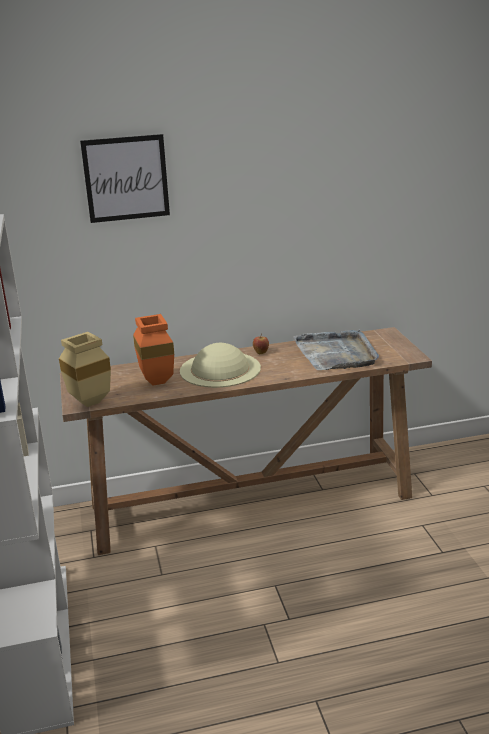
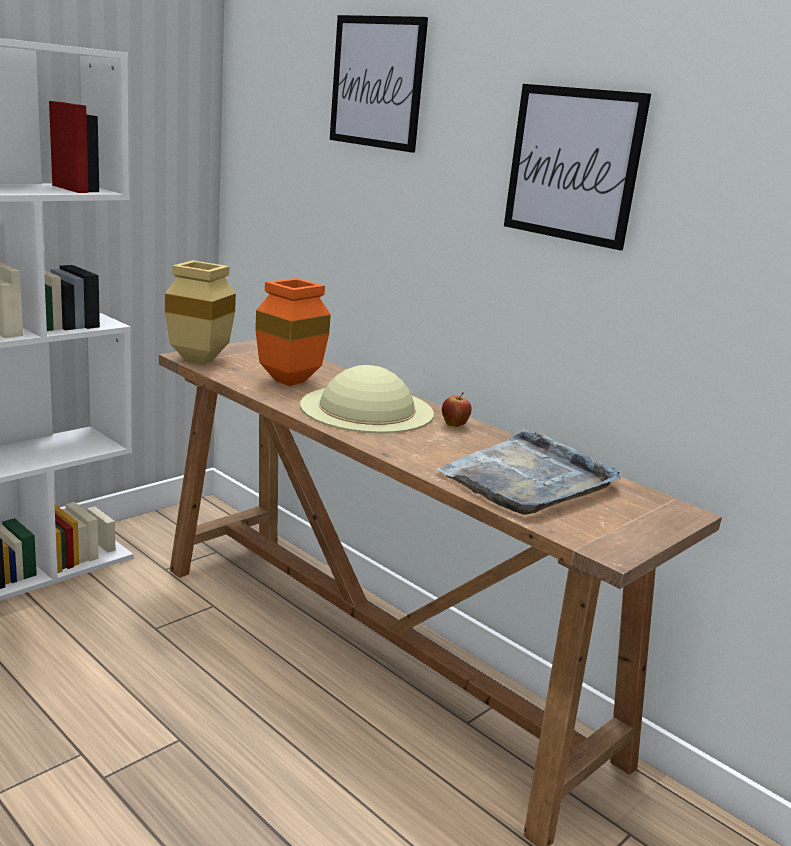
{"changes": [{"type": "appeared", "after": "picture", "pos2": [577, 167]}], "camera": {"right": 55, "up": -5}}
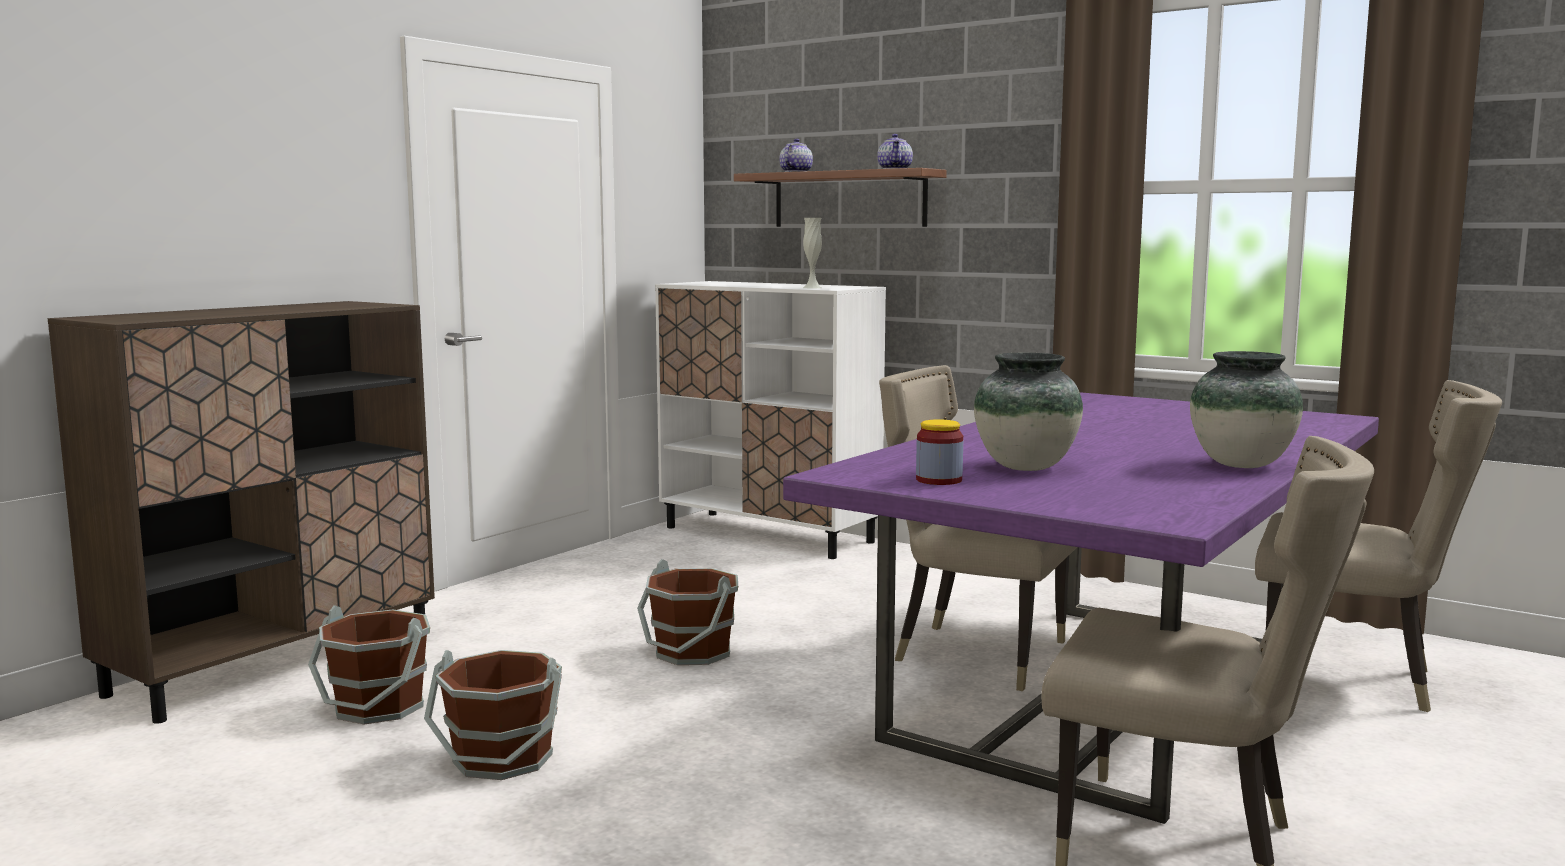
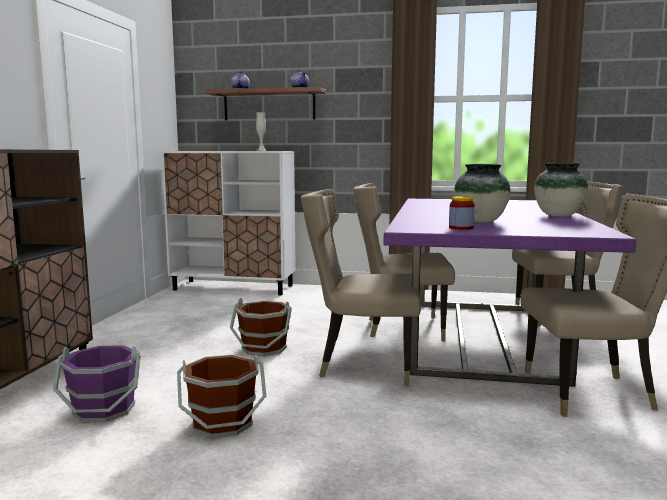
{"changes": [{"type": "appeared", "after": "chair (beige)", "pos2": [361, 287]}, {"type": "colour", "before": "bucket (brown)", "after": "bucket (purple)", "pos1": [369, 664], "pos2": [97, 383]}], "camera": {"right": -25, "up": 0}}
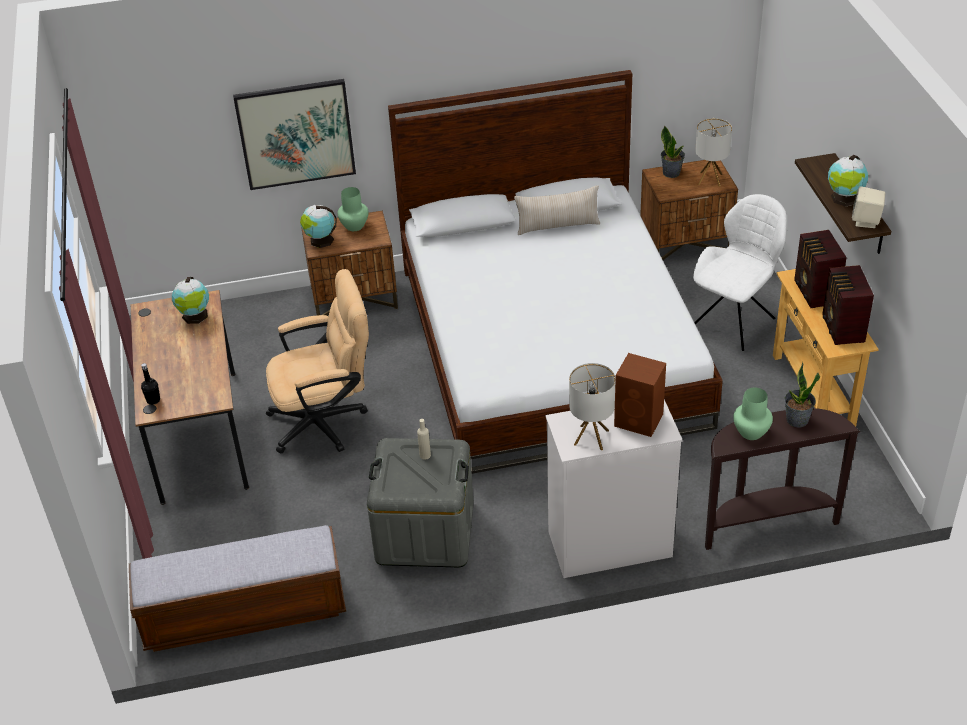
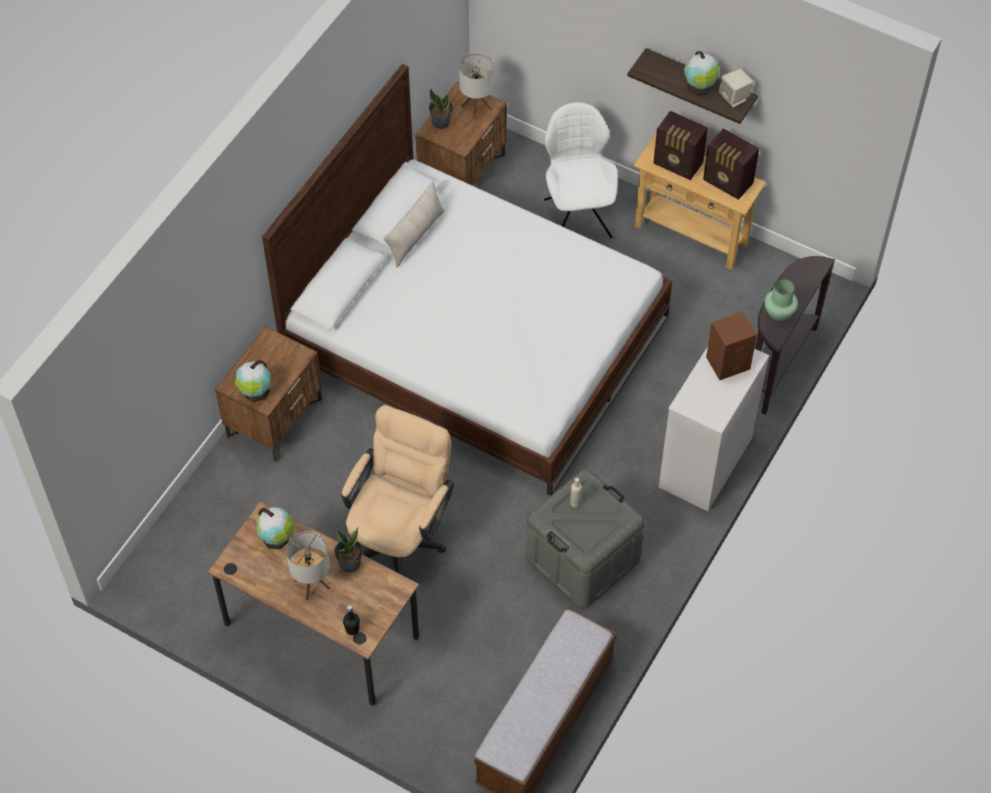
{"changes": [{"type": "missing", "before": "picture", "pos1": [294, 134]}, {"type": "missing", "before": "vase (green)", "pos1": [353, 209]}, {"type": "relocated", "before": "table lamp", "pos1": [592, 406], "pos2": [308, 565]}, {"type": "relocated", "before": "potted plant", "pos1": [802, 395], "pos2": [348, 549]}], "camera": {"right": -50, "up": 15}}
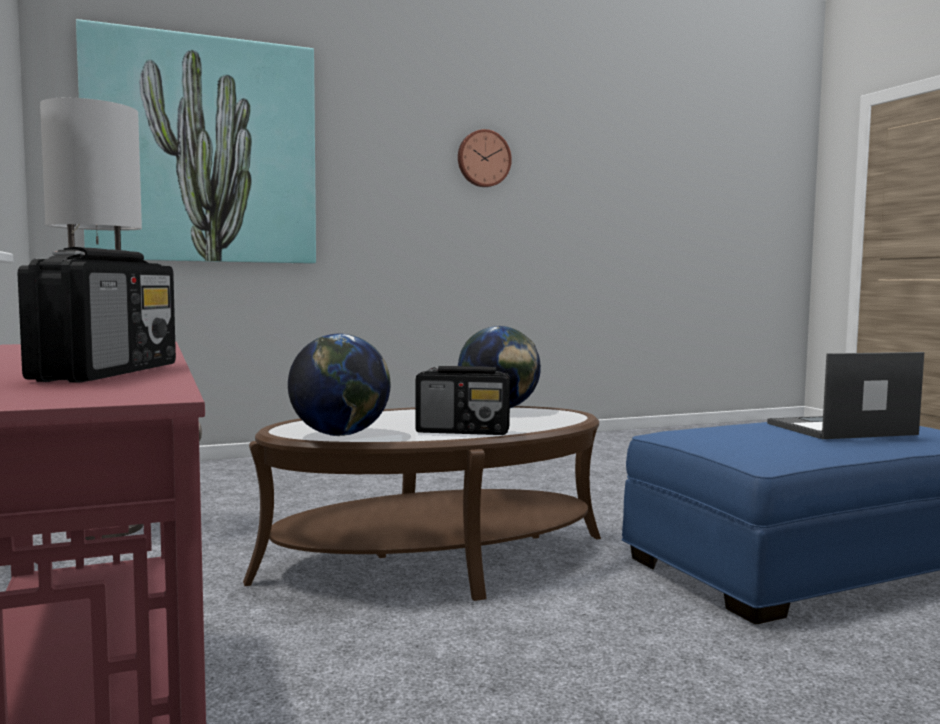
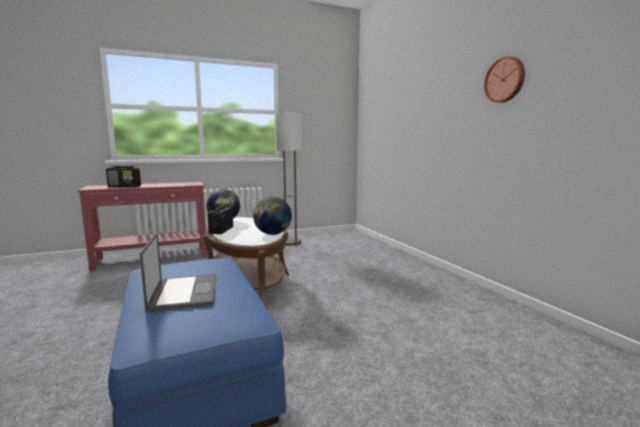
{"changes": [{"type": "missing", "before": "picture", "pos1": [196, 141]}], "camera": {"right": 90, "up": 5}}
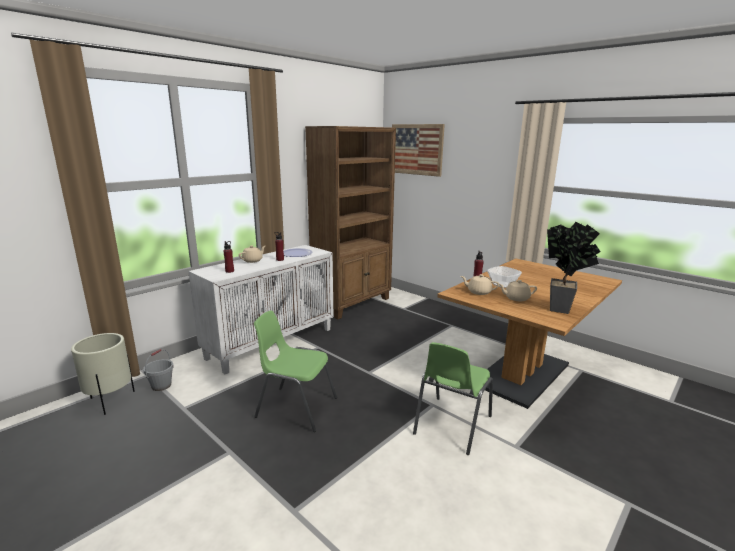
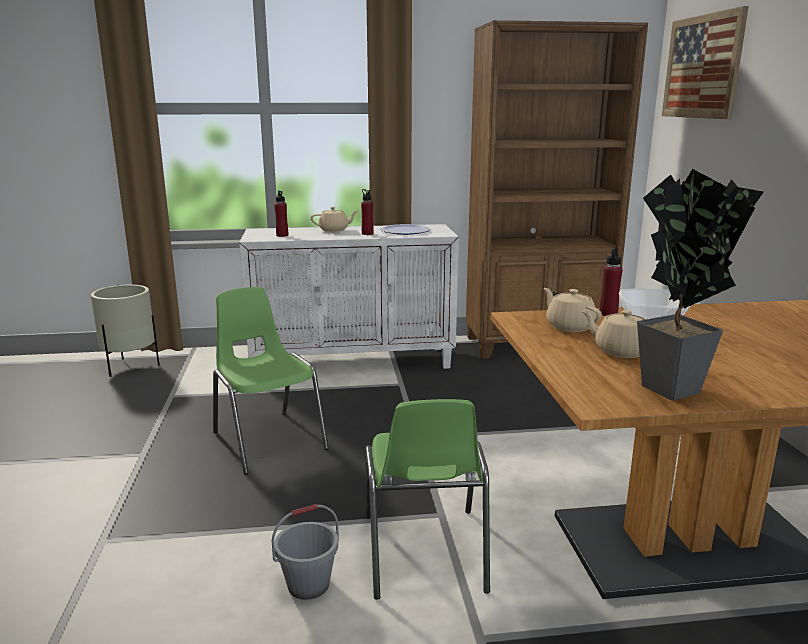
{"changes": [{"type": "relocated", "before": "bucket (grey)", "pos1": [158, 370], "pos2": [305, 552]}, {"type": "spun", "before": "chair (green)", "pos1": [453, 398], "pos2": [427, 499], "turn": -75}], "camera": {"right": 40, "up": 0}}
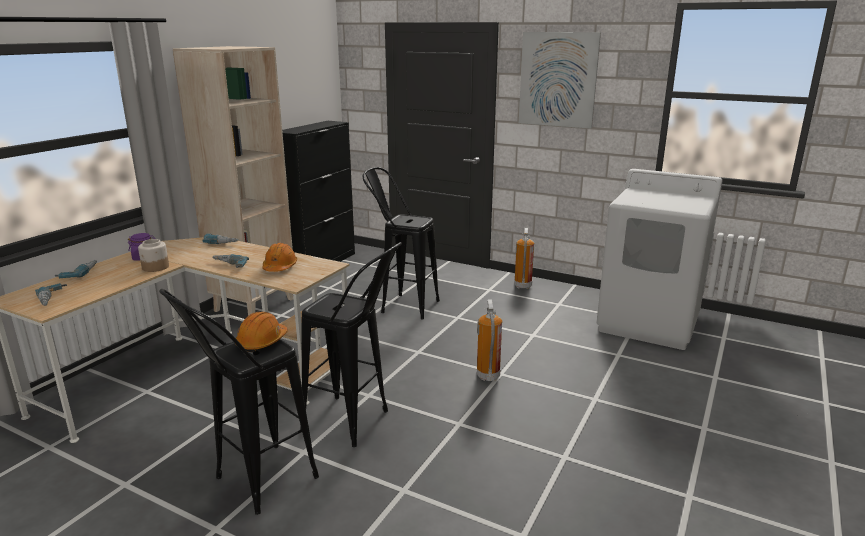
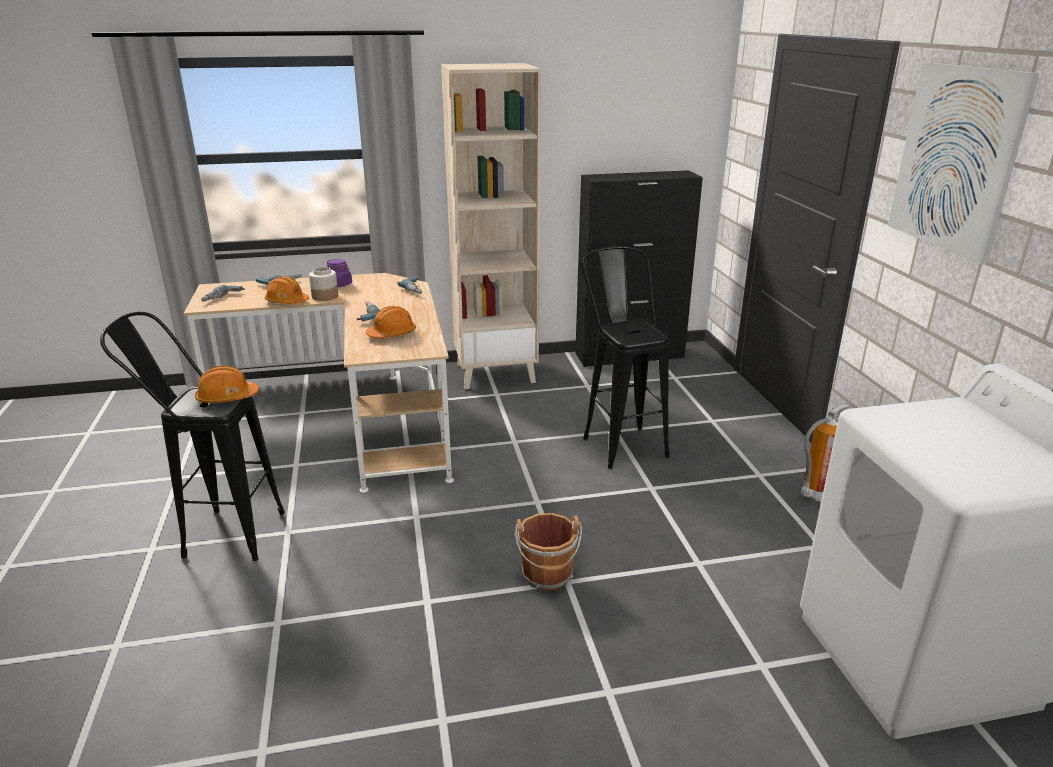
{"changes": [{"type": "missing", "before": "stool (black)", "pos1": [351, 344]}, {"type": "appeared", "after": "hard hat (orange)", "pos2": [287, 290]}, {"type": "exchanged", "before": "fire extinguisher", "after": "bucket (brown)", "pos1": [489, 340], "pos2": [548, 552]}], "camera": {"right": 50, "up": 5}}
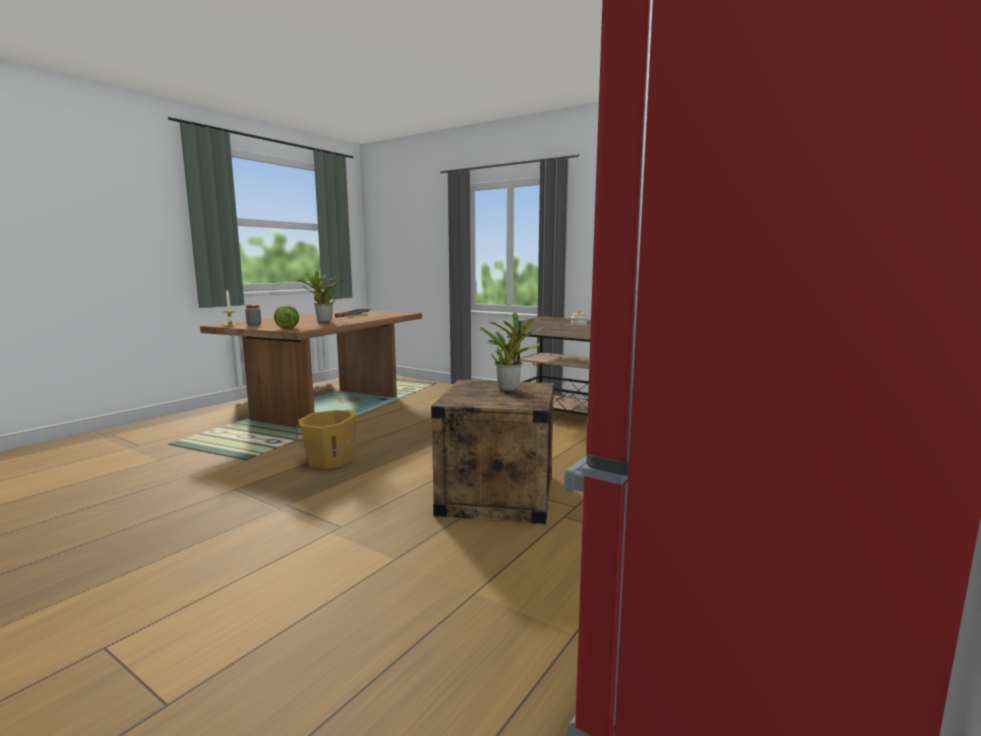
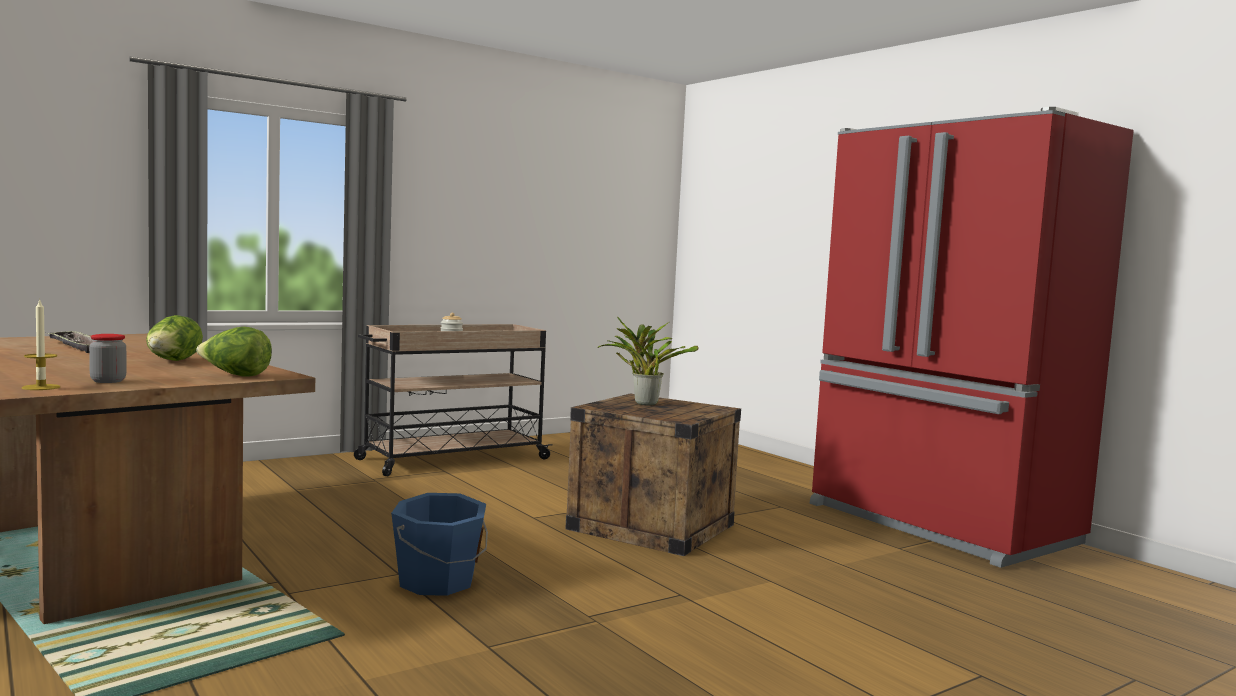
{"changes": [{"type": "exchanged", "before": "potted plant", "after": "lettuce", "pos1": [319, 297], "pos2": [174, 338]}, {"type": "colour", "before": "bucket (orange)", "after": "bucket (blue)", "pos1": [326, 439], "pos2": [439, 544]}], "camera": {"right": -70, "up": -5}}
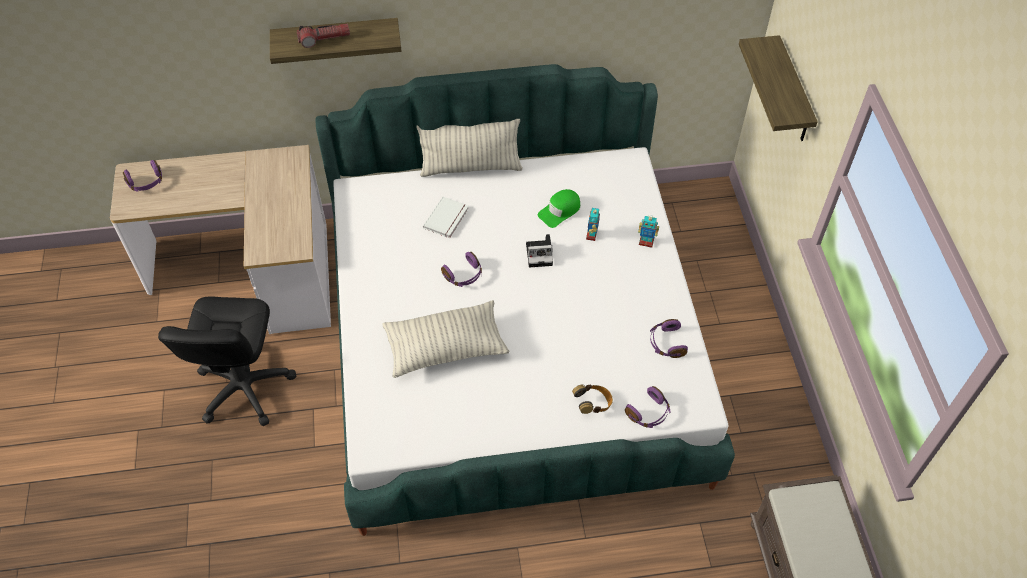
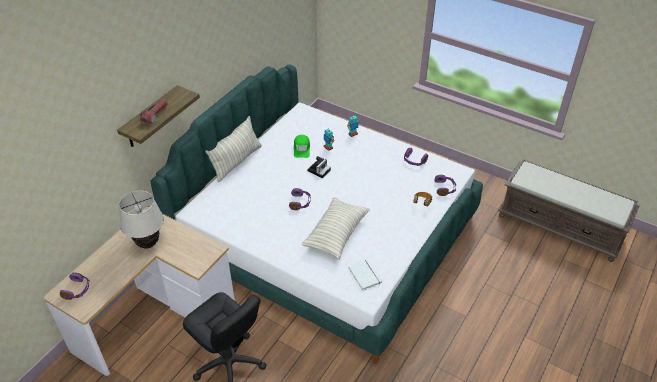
{"changes": [{"type": "missing", "before": "shelf", "pos1": [778, 88]}, {"type": "appeared", "after": "table lamp (beige)", "pos2": [141, 219]}, {"type": "relocated", "before": "book (white)", "pos1": [446, 217], "pos2": [365, 275]}], "camera": {"right": -50, "up": -10}}
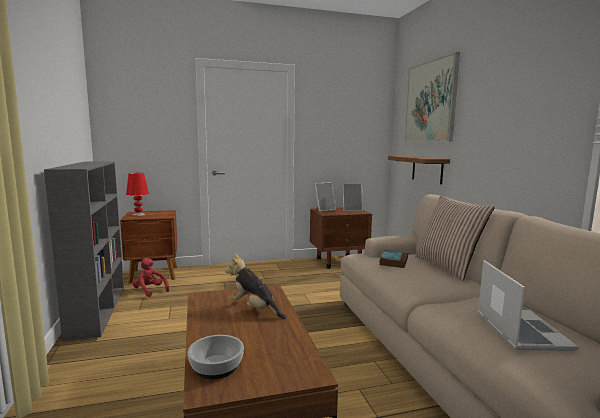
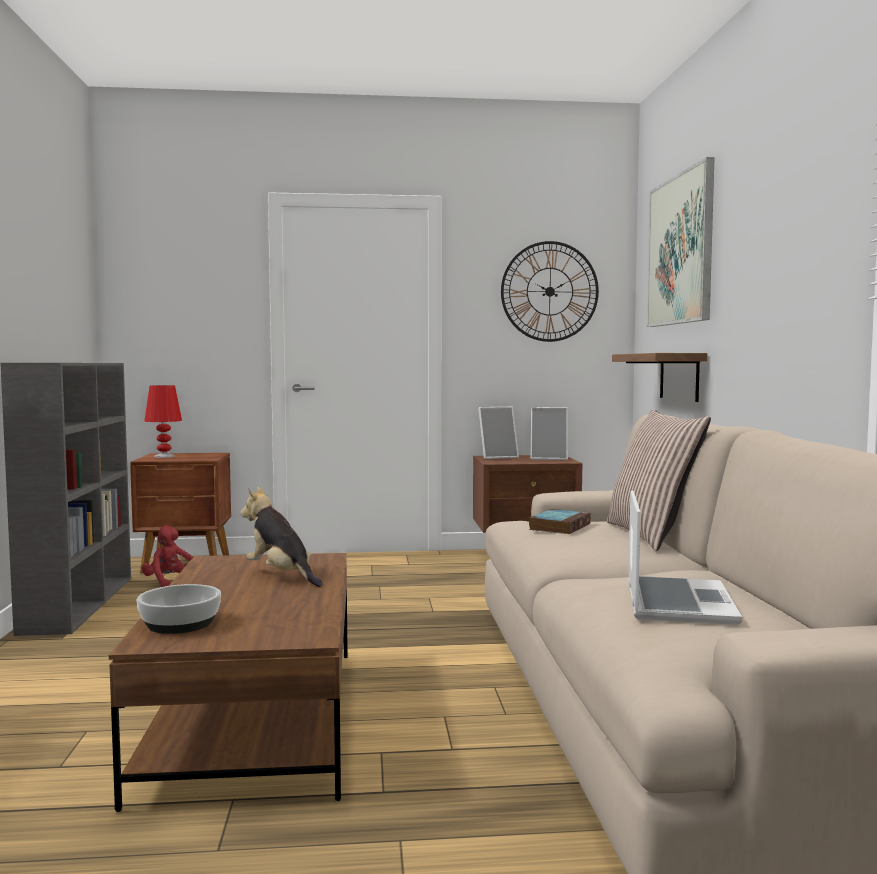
{"changes": [{"type": "appeared", "after": "wall clock", "pos2": [550, 291]}], "camera": {"right": 10, "up": -5}}
